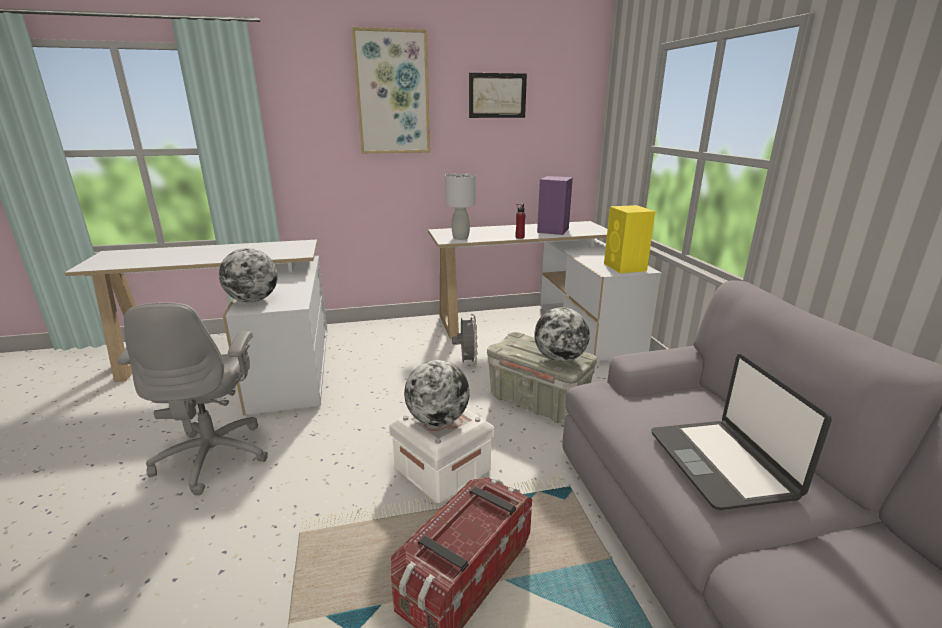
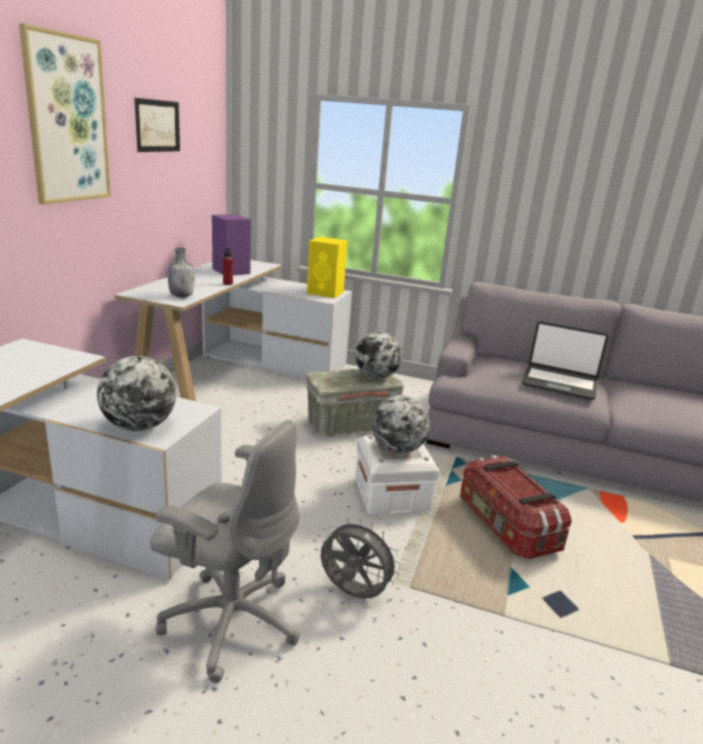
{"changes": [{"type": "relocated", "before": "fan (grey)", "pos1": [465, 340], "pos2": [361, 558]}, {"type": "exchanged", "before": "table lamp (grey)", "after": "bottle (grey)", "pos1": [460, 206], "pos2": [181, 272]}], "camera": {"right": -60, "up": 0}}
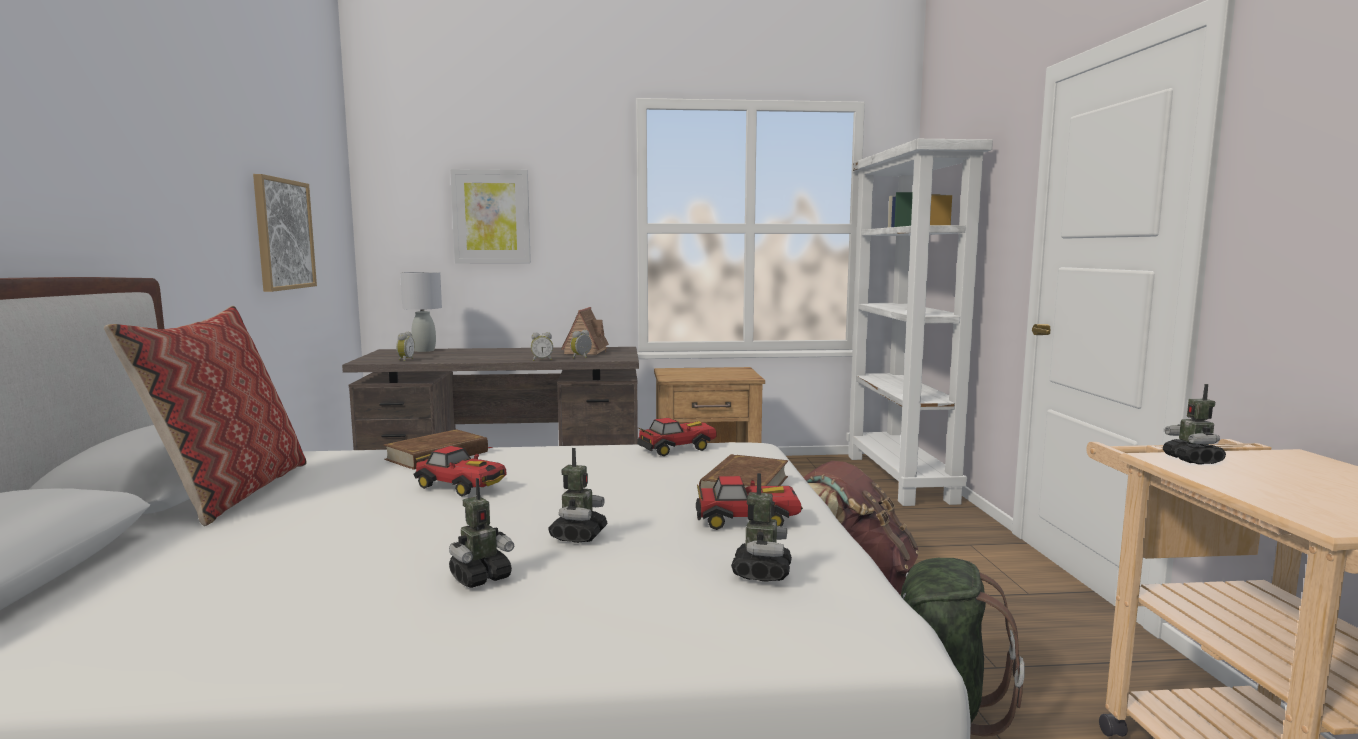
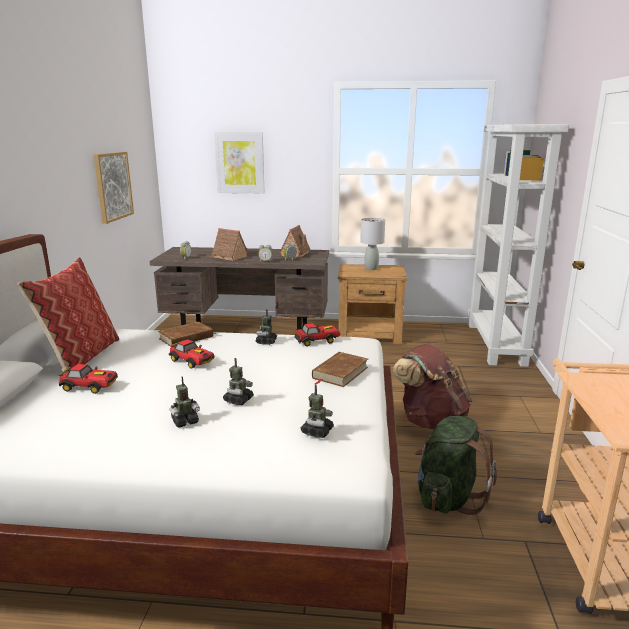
{"changes": [{"type": "appeared", "after": "toy house", "pos2": [229, 244]}, {"type": "relocated", "before": "table lamp (grey)", "pos1": [421, 312], "pos2": [372, 244]}, {"type": "relocated", "before": "toy car", "pos1": [749, 503], "pos2": [88, 379]}, {"type": "relocated", "before": "toy robot", "pos1": [1194, 424], "pos2": [266, 327]}], "camera": {"right": 10, "up": 10}}
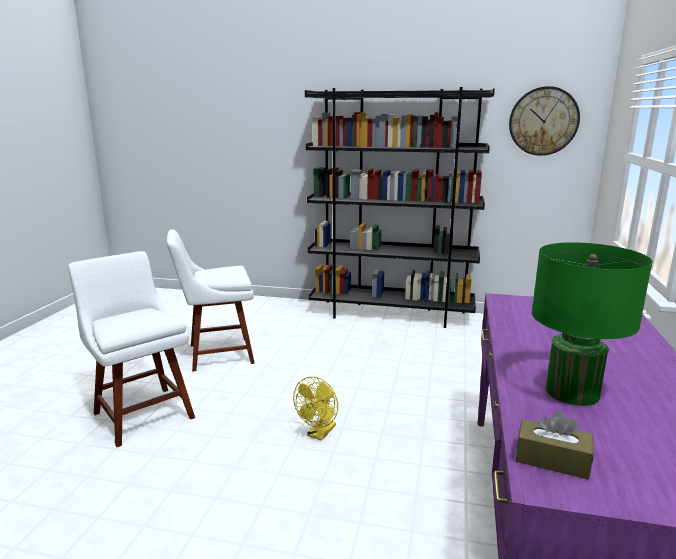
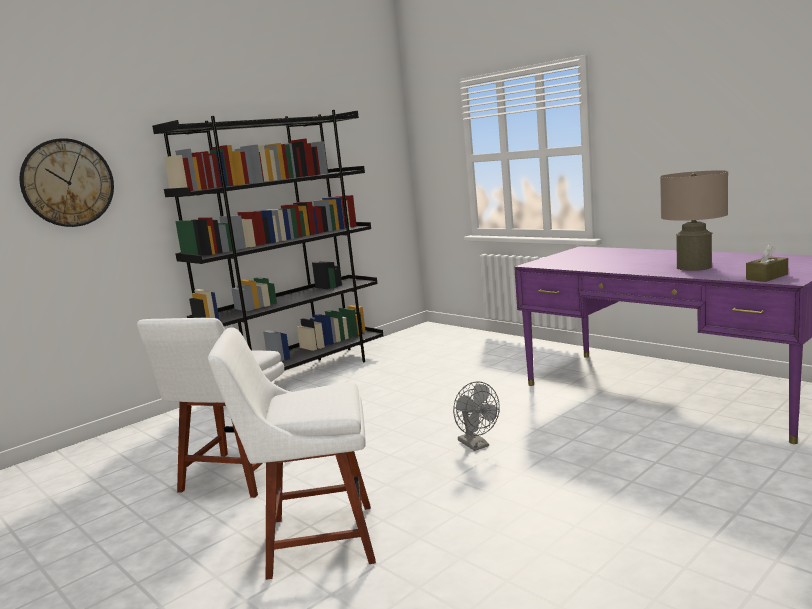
{"changes": [{"type": "relocated", "before": "wall clock", "pos1": [544, 121], "pos2": [66, 182]}, {"type": "colour", "before": "fan (yellow)", "after": "fan (grey)", "pos1": [315, 409], "pos2": [476, 416]}, {"type": "colour", "before": "table lamp (green)", "after": "table lamp (beige)", "pos1": [592, 324], "pos2": [694, 220]}], "camera": {"right": -55, "up": -5}}
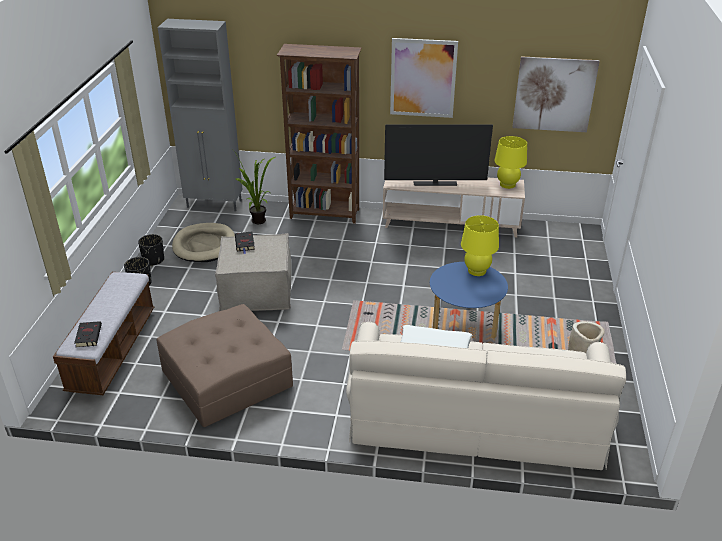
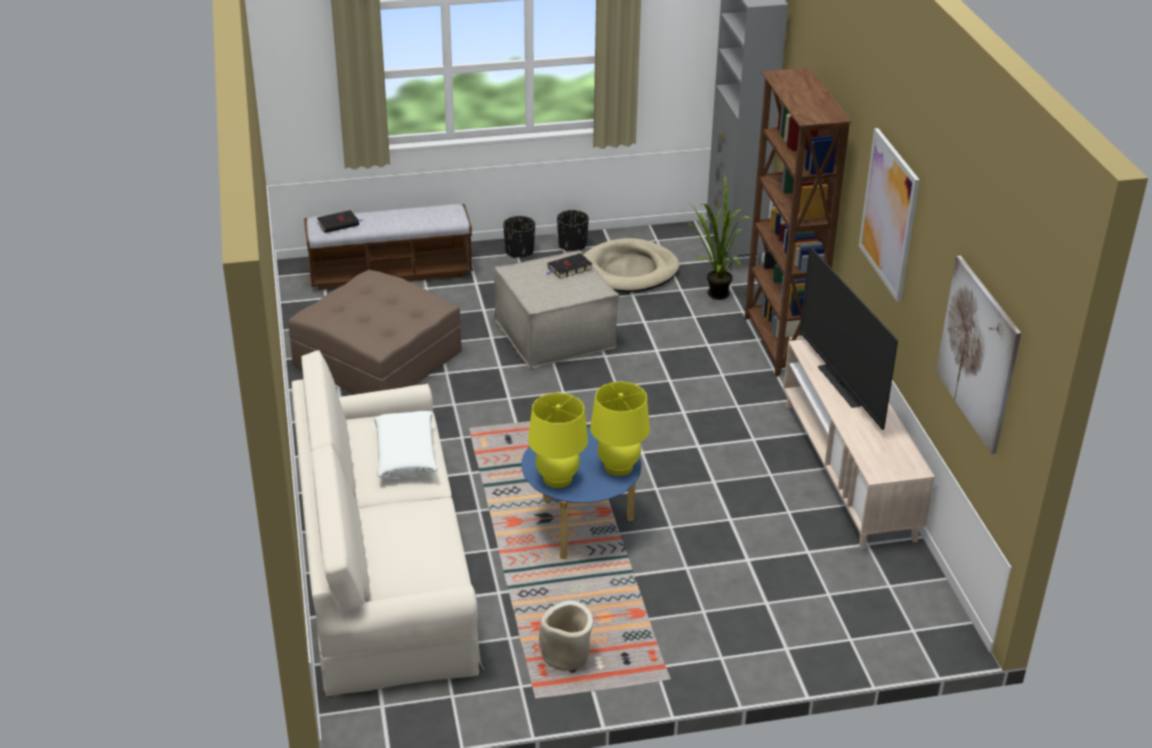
{"changes": [{"type": "relocated", "before": "table lamp (yellow)", "pos1": [510, 162], "pos2": [558, 440]}], "camera": {"right": 70, "up": 0}}
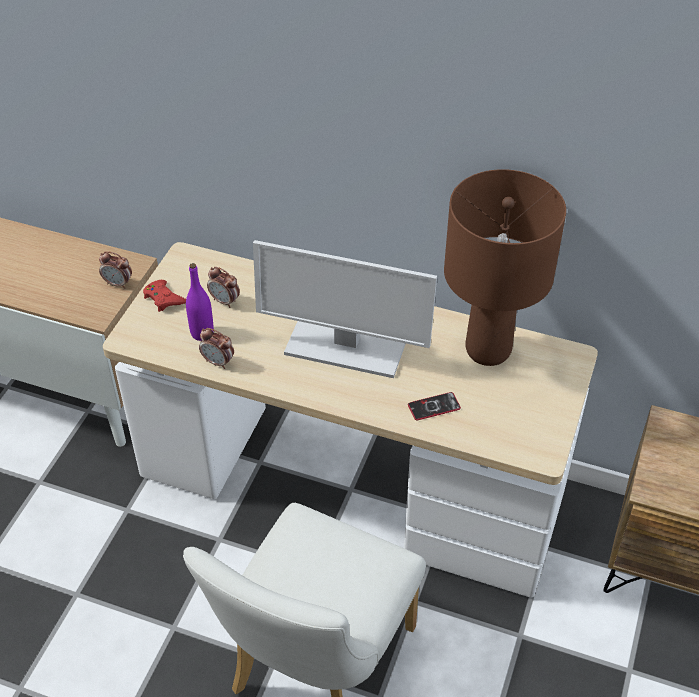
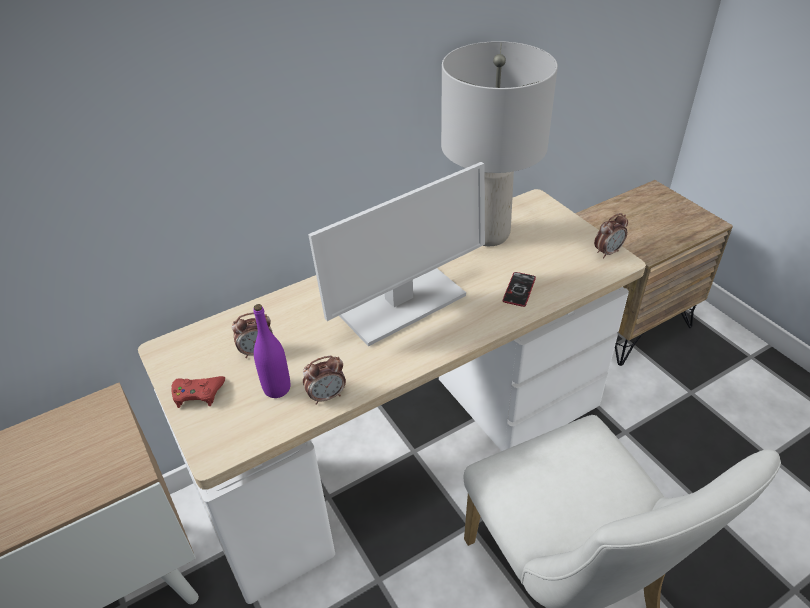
{"changes": [{"type": "relocated", "before": "alarm clock", "pos1": [115, 270], "pos2": [611, 235]}, {"type": "colour", "before": "table lamp (brown)", "after": "table lamp (grey)", "pos1": [505, 267], "pos2": [499, 143]}], "camera": {"right": -50, "up": -5}}
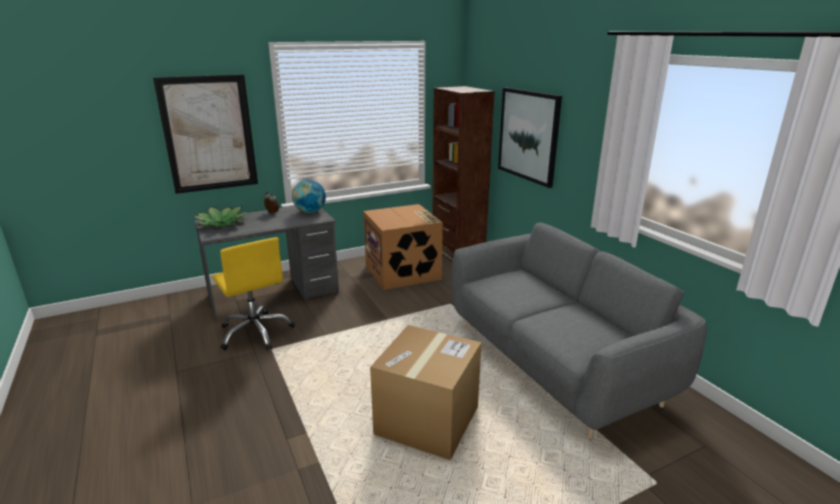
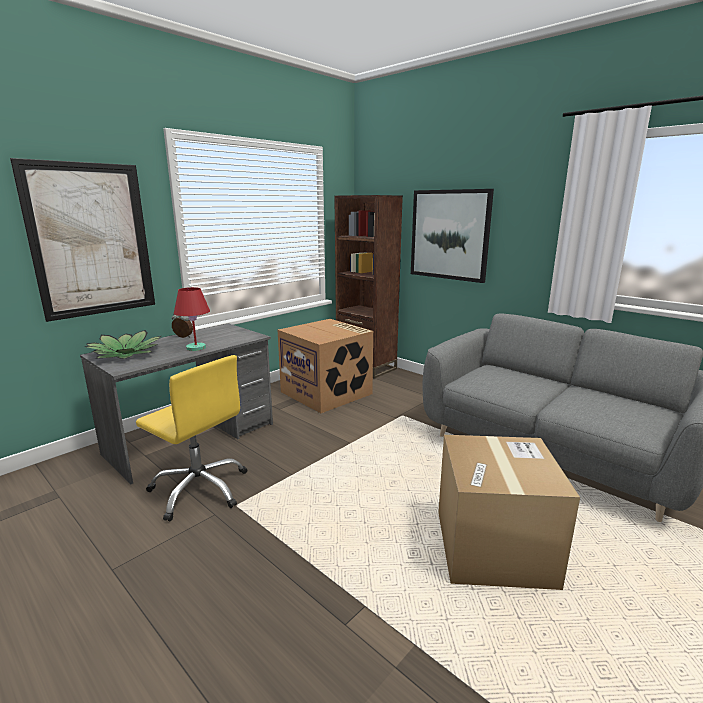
{"changes": [{"type": "missing", "before": "globe", "pos1": [309, 196]}, {"type": "appeared", "after": "table lamp (red)", "pos2": [192, 319]}], "camera": {"right": -20, "up": -5}}
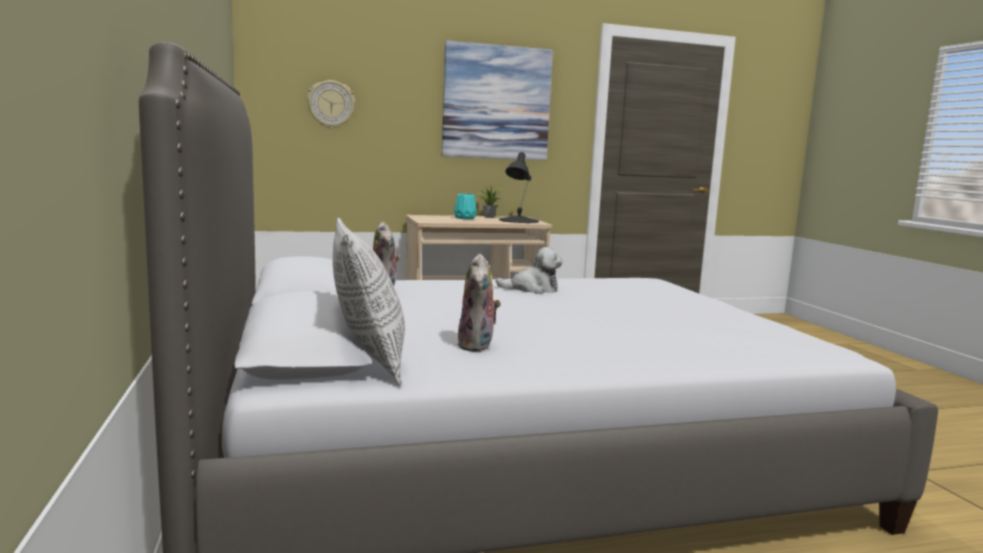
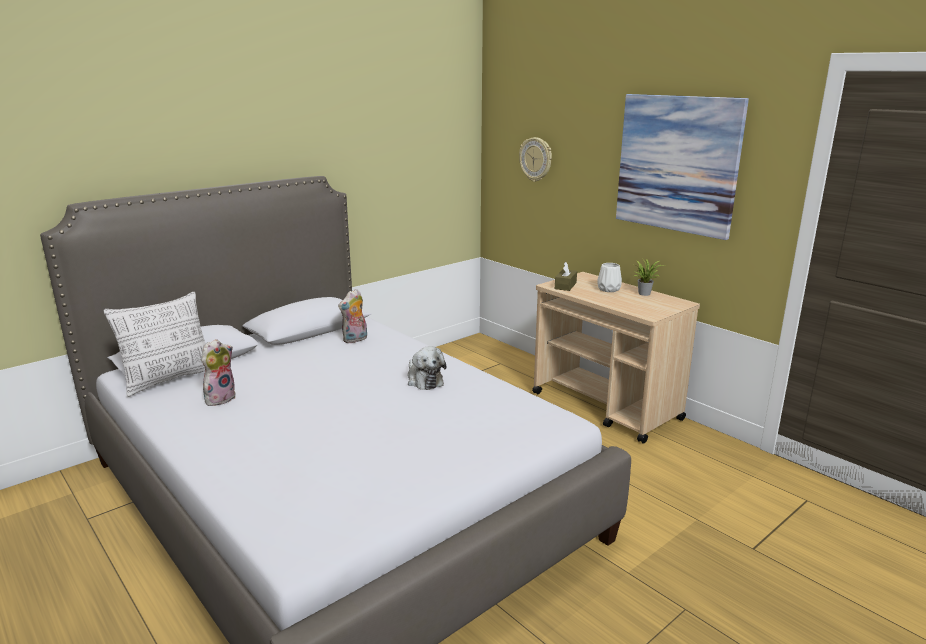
{"changes": [{"type": "missing", "before": "table lamp (black)", "pos1": [519, 187]}, {"type": "appeared", "after": "tissue box (brown)", "pos2": [566, 276]}, {"type": "colour", "before": "vase (turquoise)", "after": "vase (white)", "pos1": [465, 206], "pos2": [609, 277]}, {"type": "spun", "before": "plush toy", "pos1": [479, 302], "pos2": [219, 372], "turn": 150}], "camera": {"right": 65, "up": 10}}
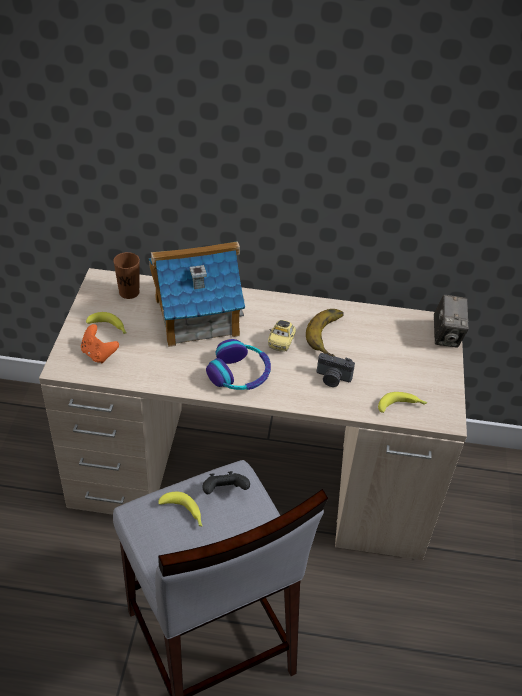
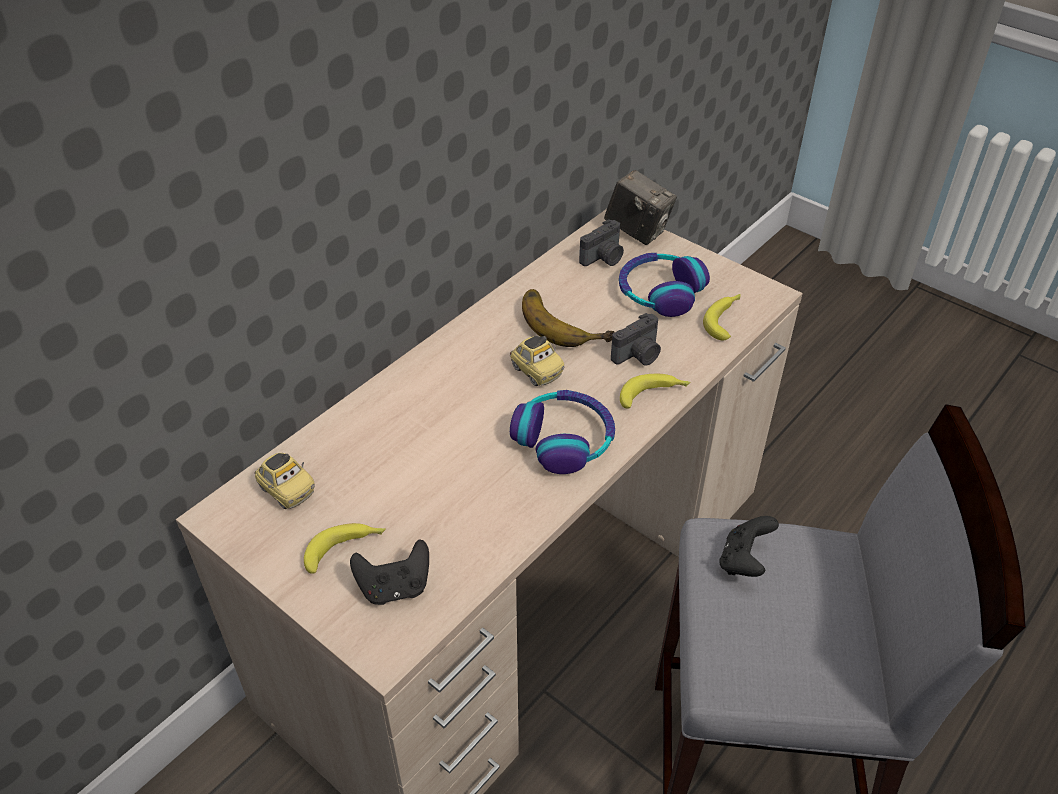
{"changes": [{"type": "missing", "before": "toy house", "pos1": [197, 294]}, {"type": "appeared", "after": "photo camera", "pos2": [601, 242]}, {"type": "appeared", "after": "headphones", "pos2": [664, 285]}, {"type": "relocated", "before": "banana", "pos1": [180, 509], "pos2": [655, 391]}, {"type": "exchanged", "before": "cup (brown)", "after": "toy car", "pos1": [126, 275], "pos2": [285, 481]}, {"type": "colour", "before": "game controller (orange)", "after": "game controller (black)", "pos1": [100, 343], "pos2": [389, 572]}], "camera": {"right": -55, "up": 0}}
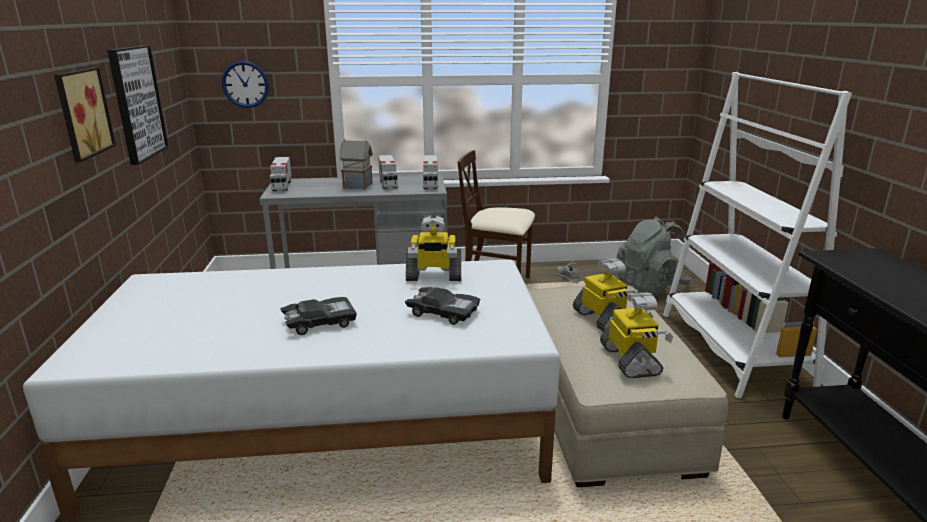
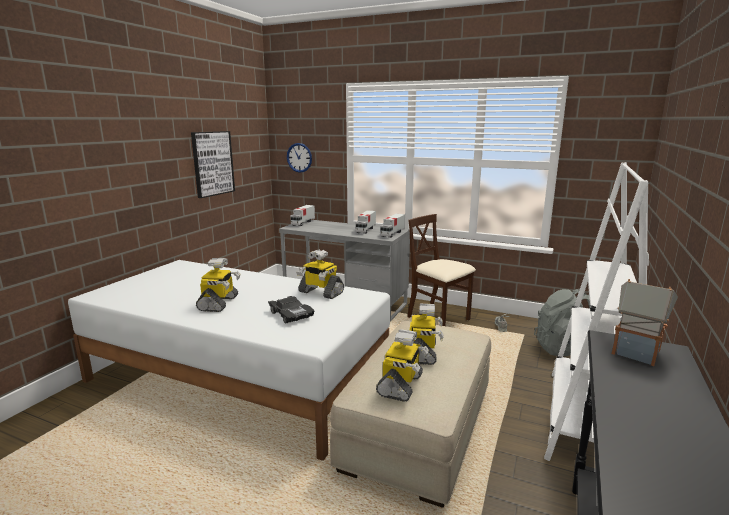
{"changes": [{"type": "missing", "before": "picture", "pos1": [85, 115]}, {"type": "relocated", "before": "toy house", "pos1": [356, 164], "pos2": [645, 322]}, {"type": "exchanged", "before": "toy car (black)", "after": "toy robot", "pos1": [318, 316], "pos2": [218, 285]}], "camera": {"right": 30, "up": -5}}
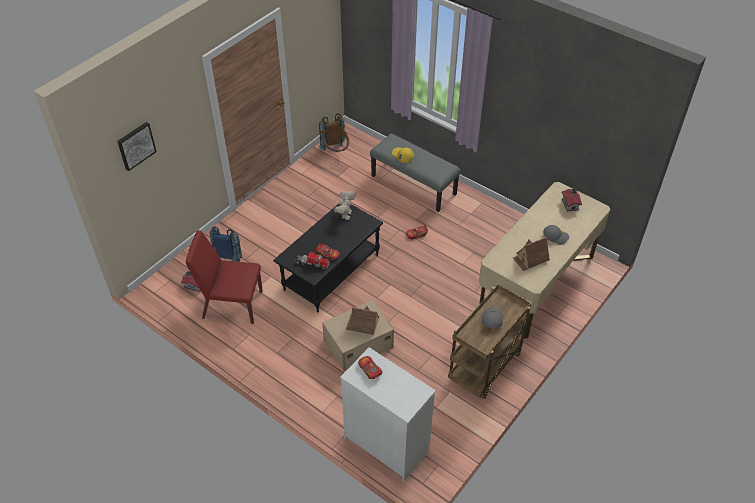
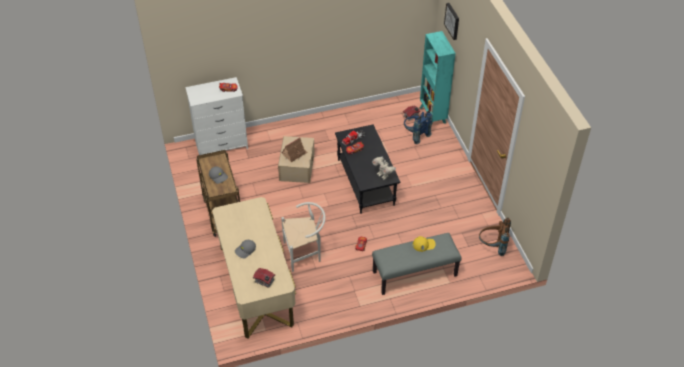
{"changes": [{"type": "missing", "before": "chair (red)", "pos1": [224, 277]}, {"type": "missing", "before": "toy house", "pos1": [531, 254]}, {"type": "appeared", "after": "chair (white)", "pos2": [303, 237]}, {"type": "appeared", "after": "bookcase (turquoise)", "pos2": [438, 78]}], "camera": {"right": 125, "up": 0}}
